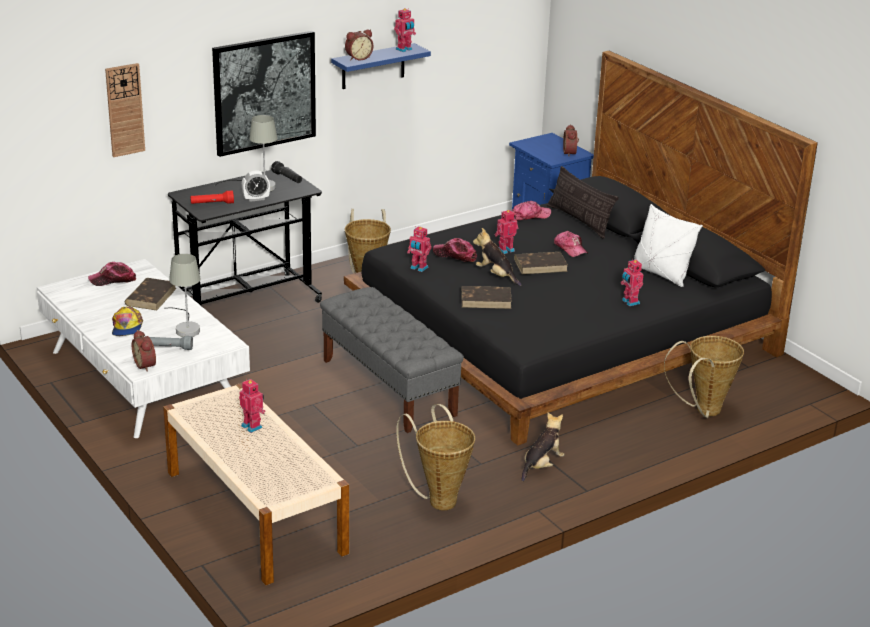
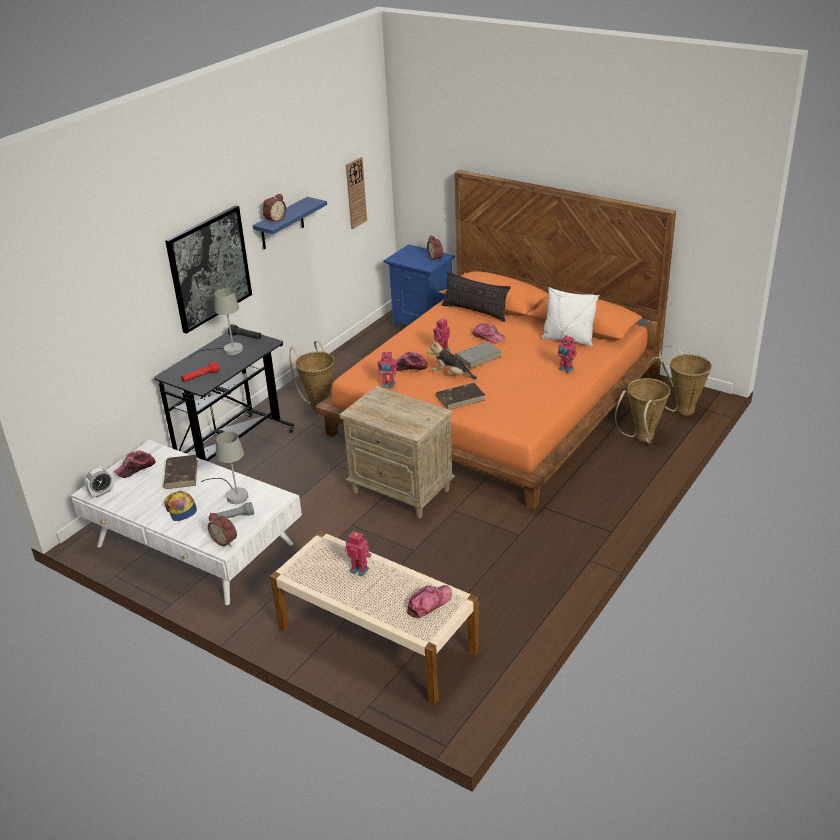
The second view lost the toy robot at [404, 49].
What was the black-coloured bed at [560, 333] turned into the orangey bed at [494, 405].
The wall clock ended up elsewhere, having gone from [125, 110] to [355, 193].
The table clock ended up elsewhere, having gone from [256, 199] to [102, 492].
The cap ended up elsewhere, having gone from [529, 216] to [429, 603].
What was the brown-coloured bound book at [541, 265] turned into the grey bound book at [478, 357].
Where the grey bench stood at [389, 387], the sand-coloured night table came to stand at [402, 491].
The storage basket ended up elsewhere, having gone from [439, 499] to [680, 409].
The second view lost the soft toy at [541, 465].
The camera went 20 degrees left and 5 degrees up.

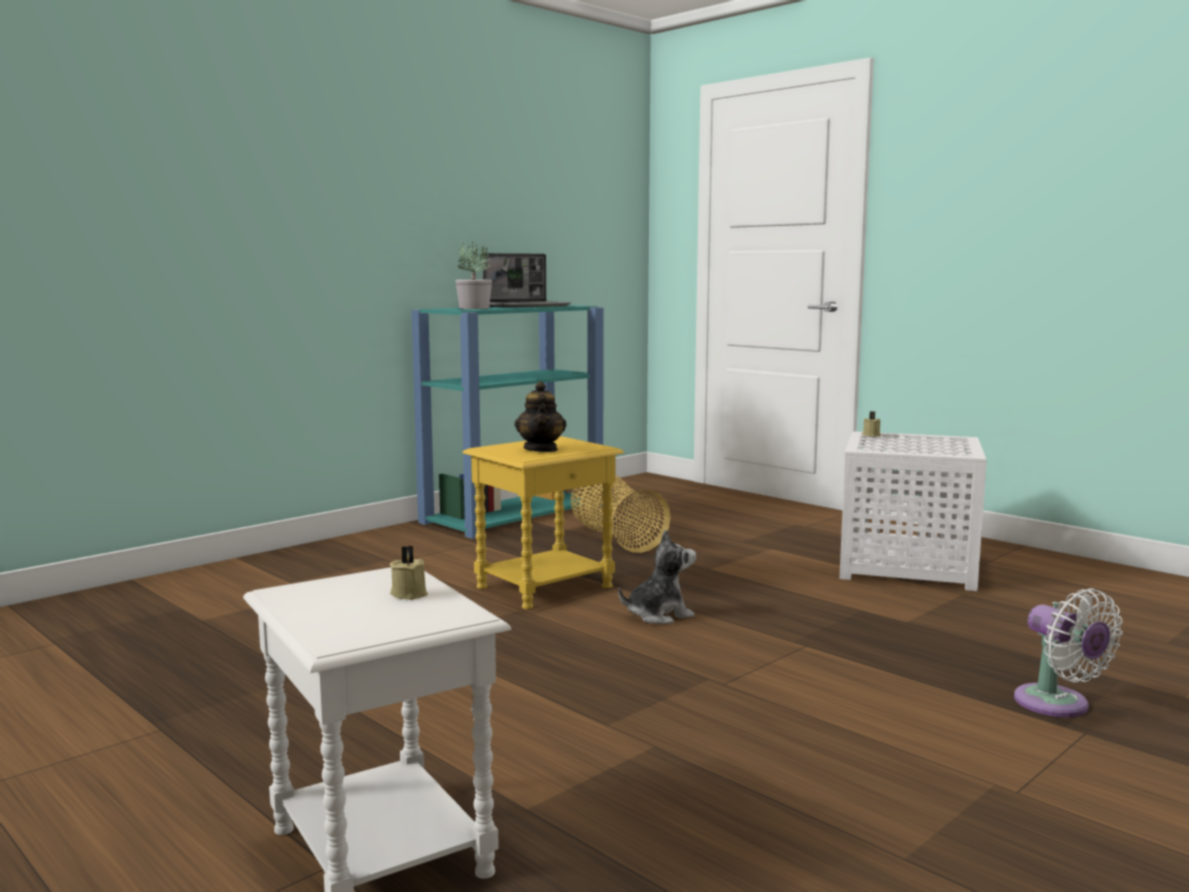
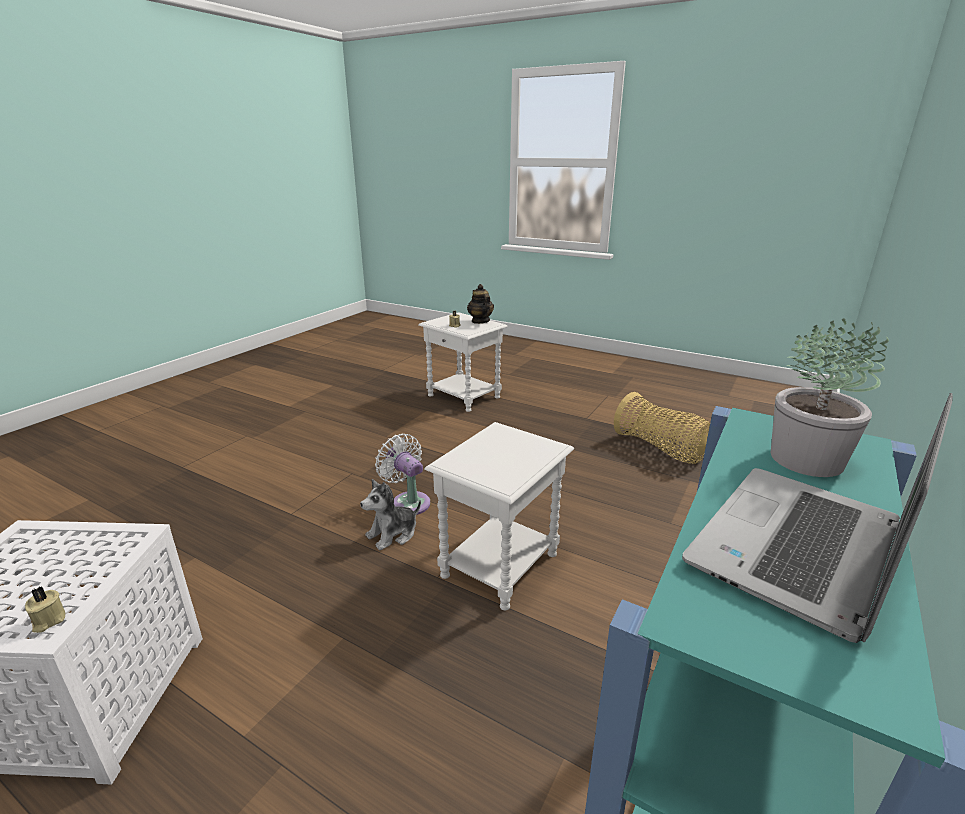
The tea pot ended up elsewhere, having gone from [541, 449] to [480, 321].
What was the yellow-coloured end table at [543, 586] turned into the whitish end table at [501, 565].
The storage basket ended up elsewhere, having gone from [615, 538] to [661, 449].
The whitish cooling fan ended up elsewhere, having gone from [1057, 705] to [408, 501].
The camera went 165 degrees right and 15 degrees up.

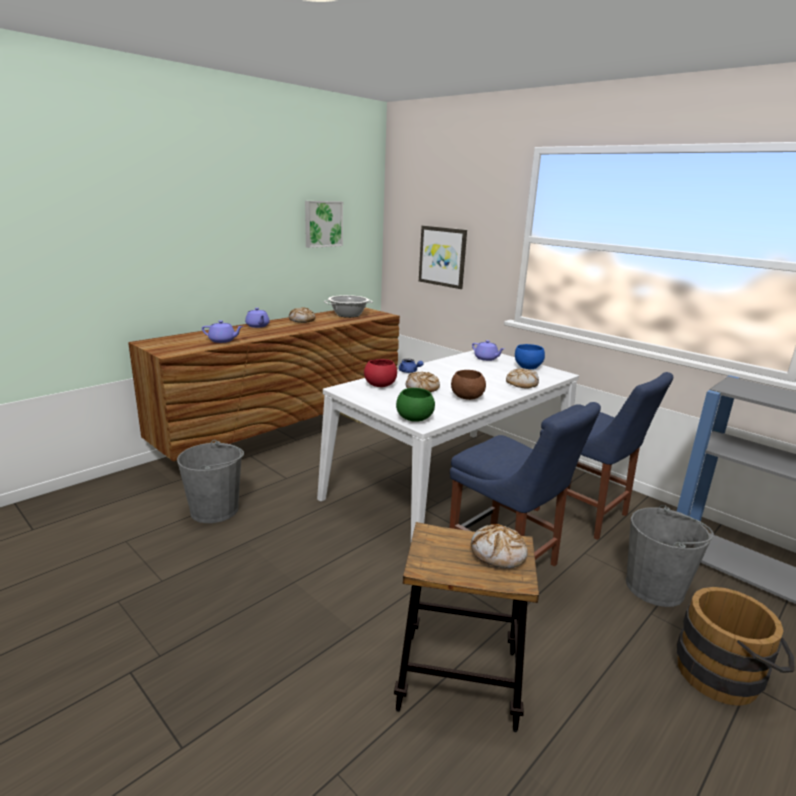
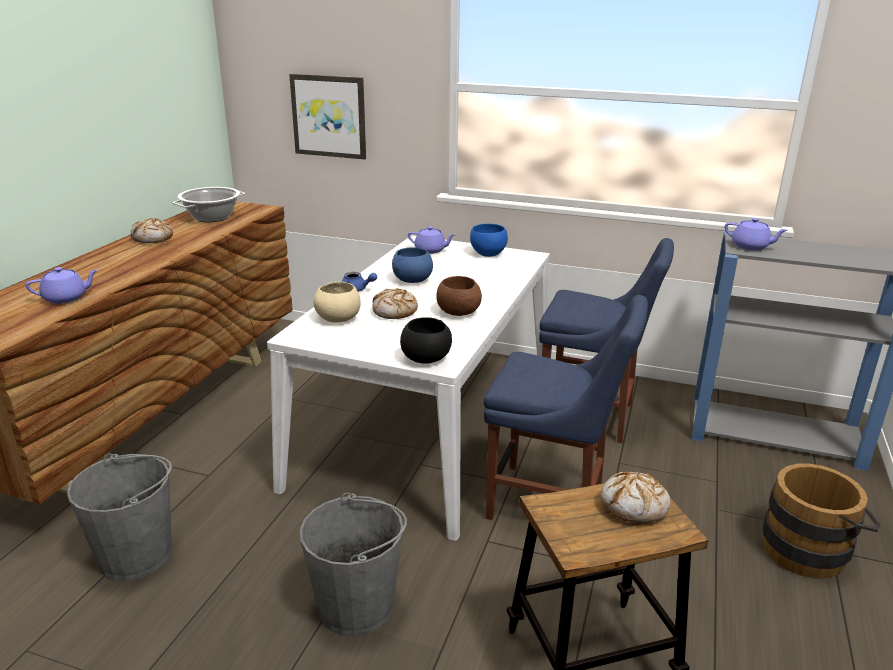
The second view lost the picture at [322, 224].
The purple-coloured tea pot ended up elsewhere, having gone from [257, 326] to [751, 246].
What was the red bowl at [380, 385] turned into the sand-coloured bowl at [338, 318].
The second view lost the bakery bread at [521, 384].
What was the green bowl at [414, 419] turned into the black-coloured bowl at [426, 359].
The grey bucket ended up elsewhere, having gone from [655, 588] to [357, 606].
The second view gained the blue-coloured bowl at [412, 280].
The camera went 25 degrees left and 5 degrees up.

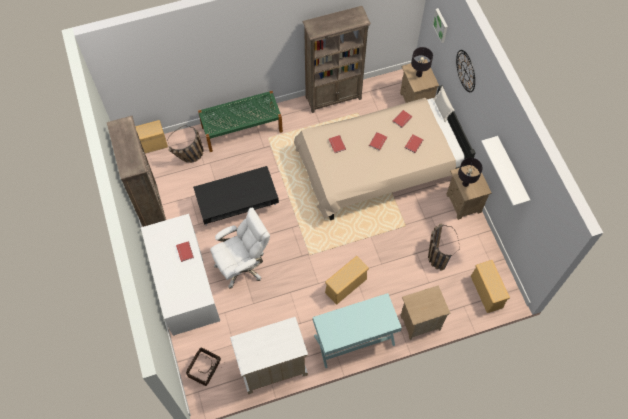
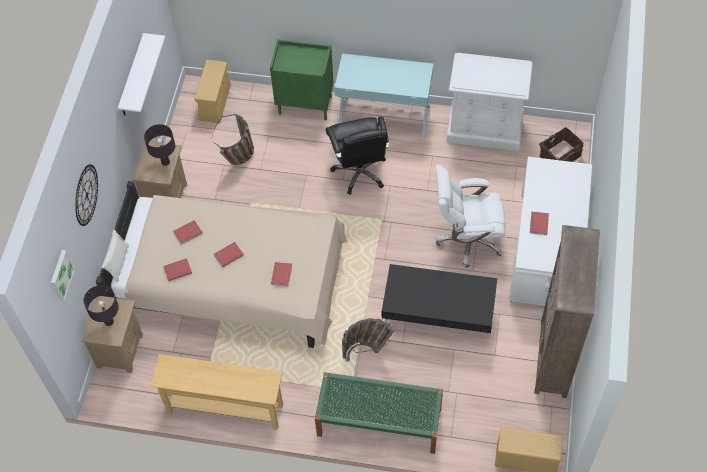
Where the brown-coloured shelving unit stood at [333, 98], the sand-coloured console table came to stand at [225, 409].
The storage basket ended up elsewhere, having gone from [189, 158] to [367, 350].
Where the sand-coloured storage container stood at [346, 285], the black-coloured desk chair came to stand at [359, 171].
Where the sand-coloured night table stood at [419, 322], the green storage cabinet came to stand at [305, 105].
The camera went 150 degrees left and 5 degrees down.

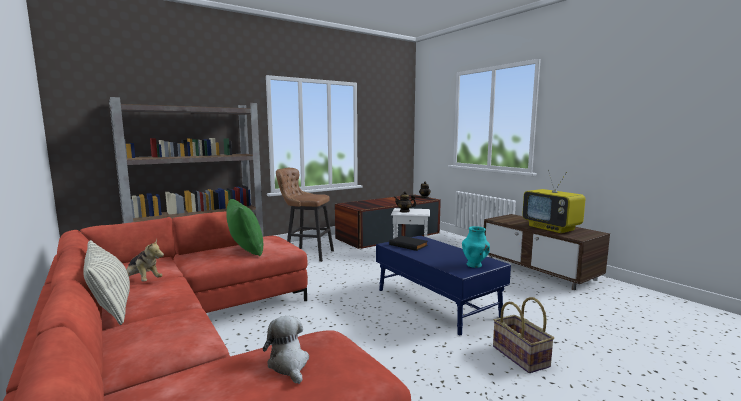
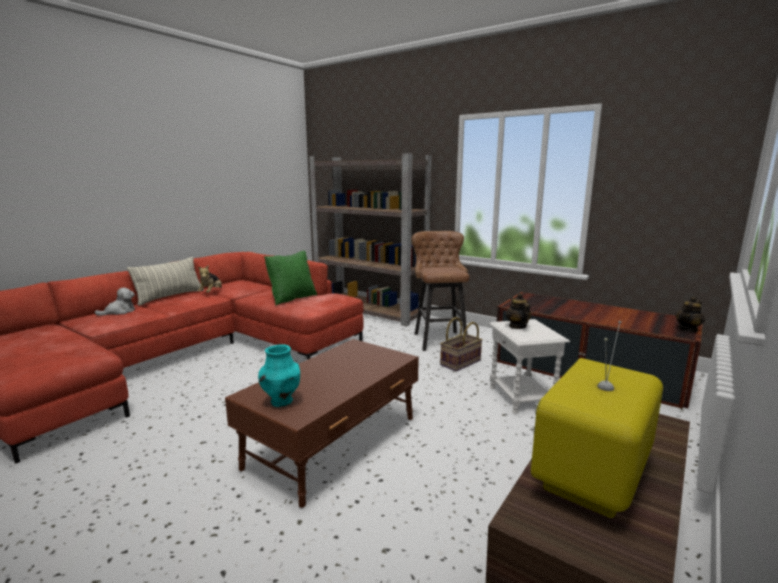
What was the blue-coloured coffee table at [435, 303] turned into the brown-coloured coffee table at [334, 442].
The second view lost the black-coloured bound book at [409, 245].
The storage basket ended up elsewhere, having gone from [521, 356] to [461, 363].
The soft toy ended up elsewhere, having gone from [289, 364] to [119, 312].
The camera went 70 degrees right and 5 degrees up.

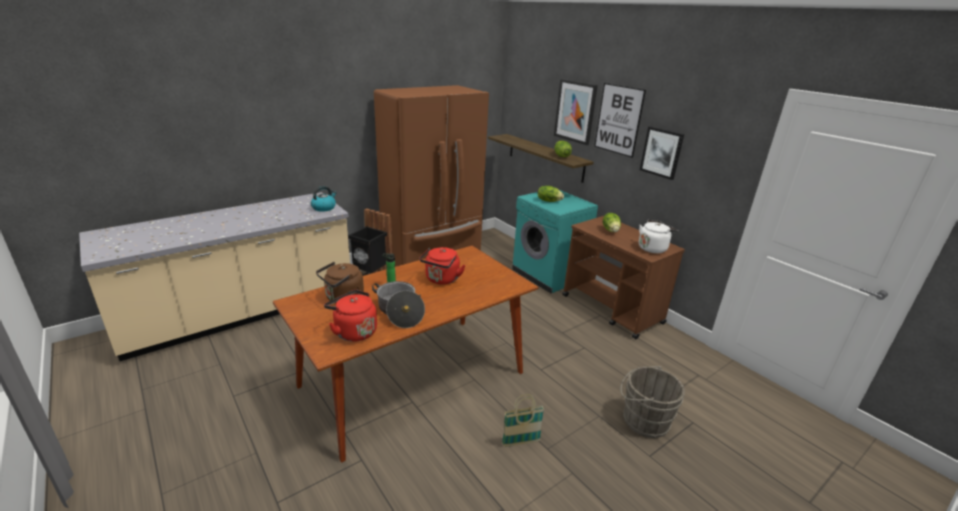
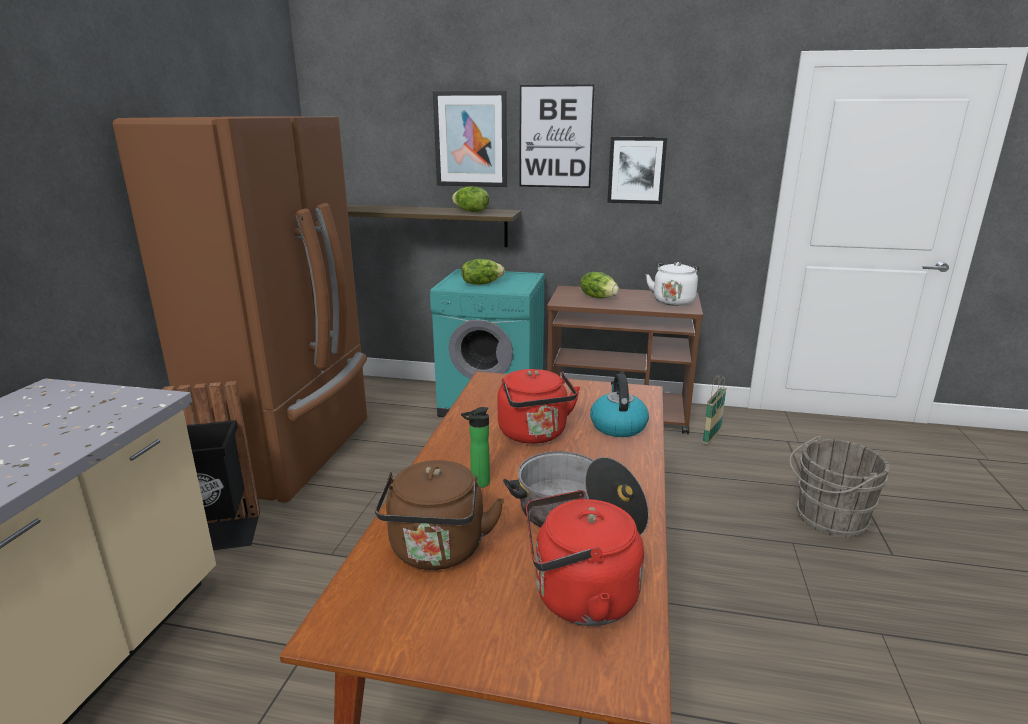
The tea kettle ended up elsewhere, having gone from [324, 208] to [617, 426].
The storage basket ended up elsewhere, having gone from [521, 442] to [711, 437].
The camera went 40 degrees left and 5 degrees down.

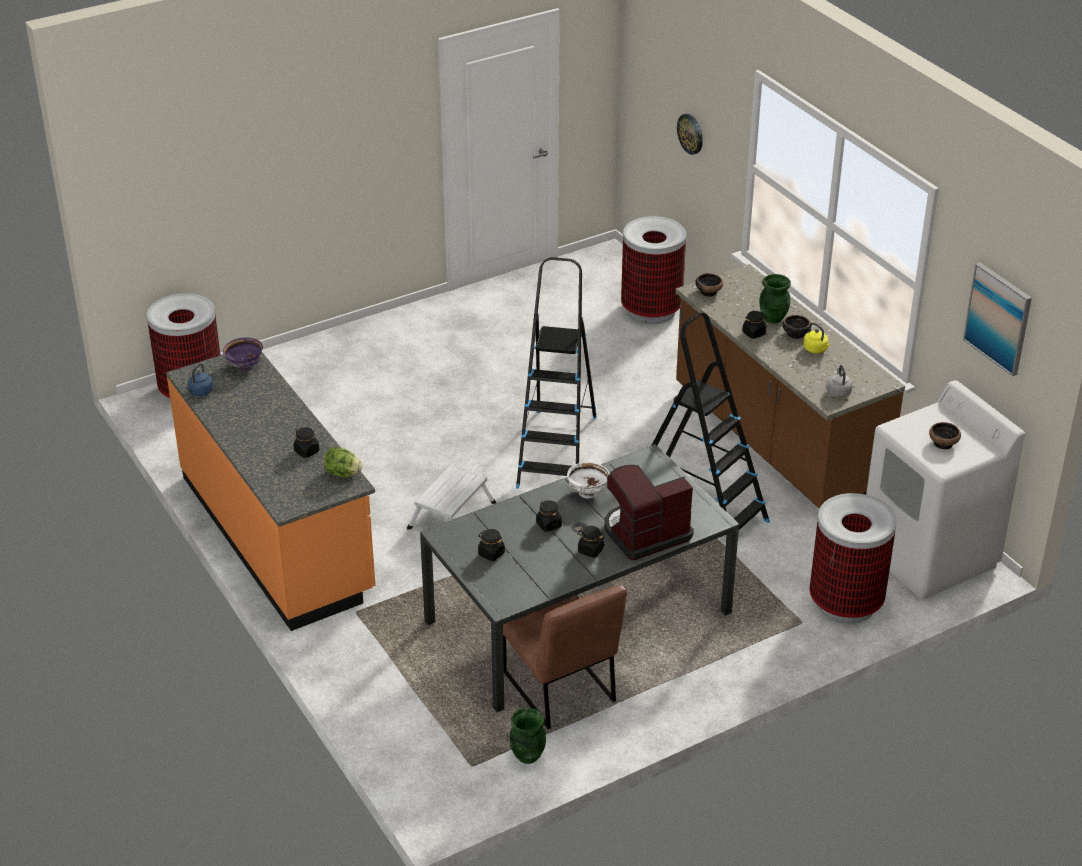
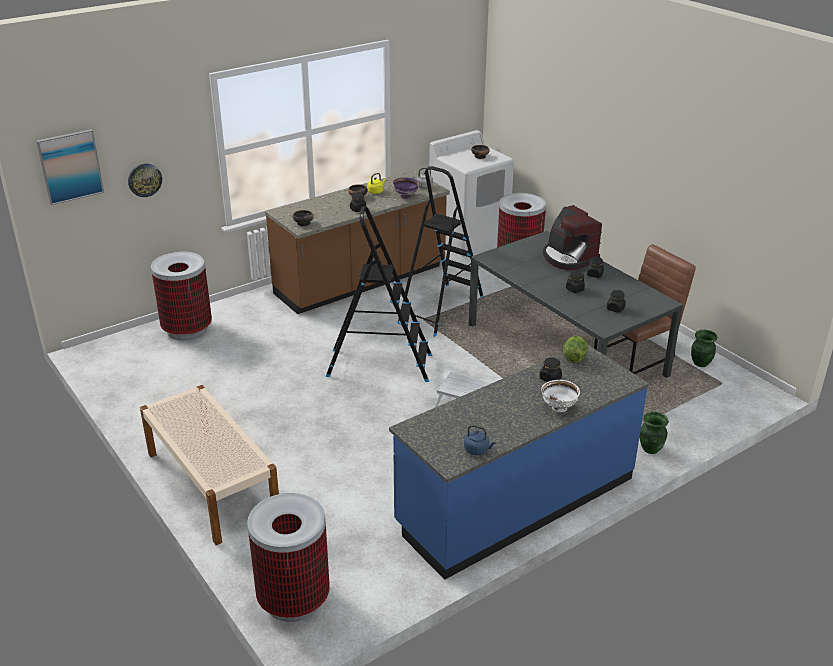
The picture ended up elsewhere, having gone from [998, 318] to [70, 166].
The green flower vase ended up elsewhere, having gone from [773, 318] to [650, 449].
The purple-coloured bowl ended up elsewhere, having gone from [245, 367] to [406, 196].
What was the orangey kitchen counter at [278, 535] turned into the blue-coloured kitchen counter at [515, 501].
The whitish bowl ended up elsewhere, having gone from [587, 492] to [558, 408].
The second view gained the sand-coloured bench at [211, 484].
The camera went 95 degrees left and 5 degrees down.

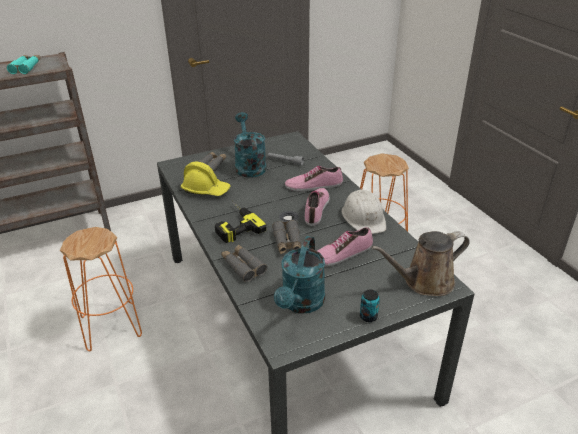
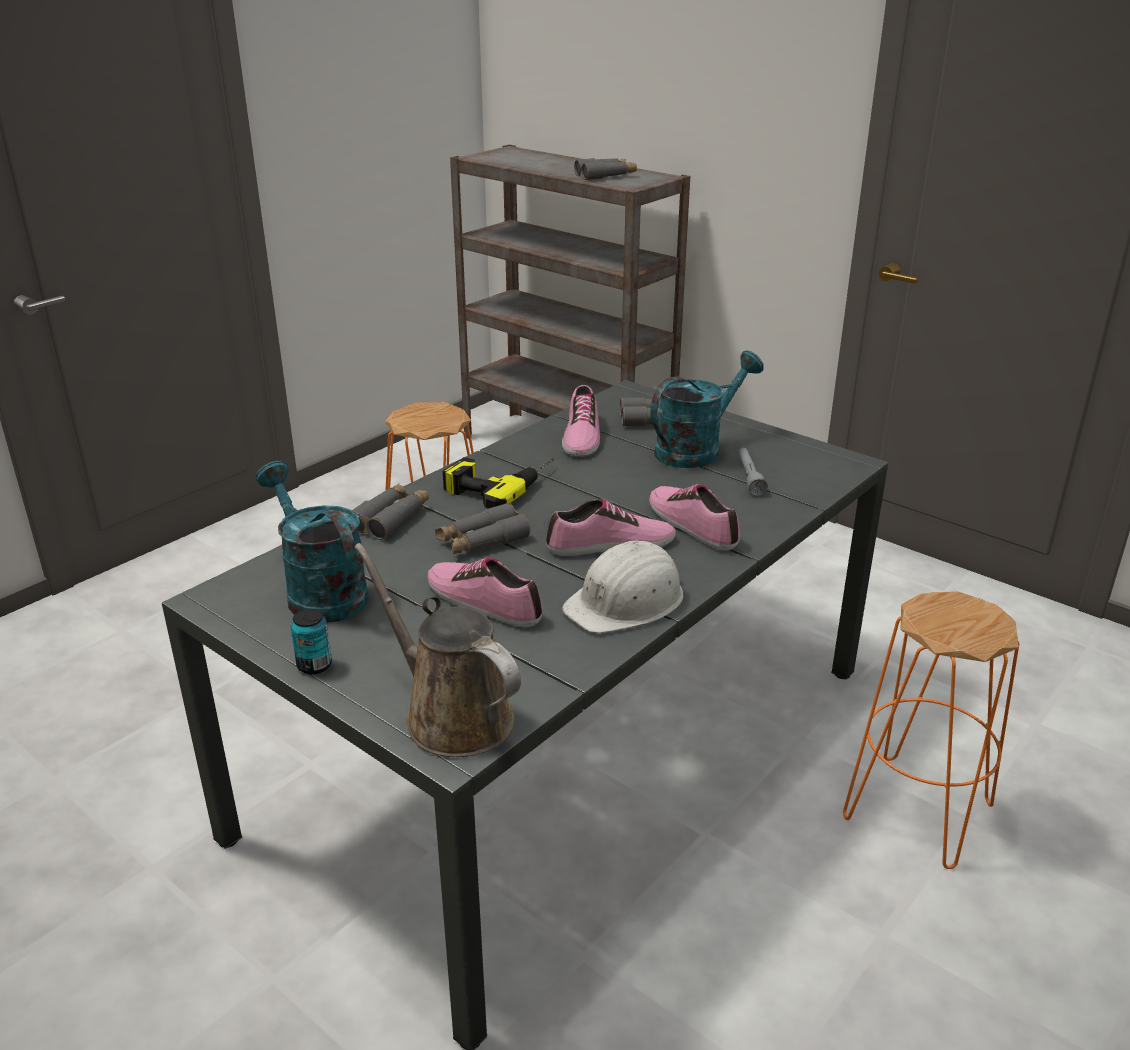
What was the blue-green field glasses at [26, 68] turned into the grey field glasses at [605, 176].
Where the yellow-coloured hard hat stood at [206, 190], the item of footwear came to stand at [580, 435].
The blue-green sprinkling can at [301, 304] ended up facing another way, 60 degrees clockwise from before.
The camera went 65 degrees right and 5 degrees down.

